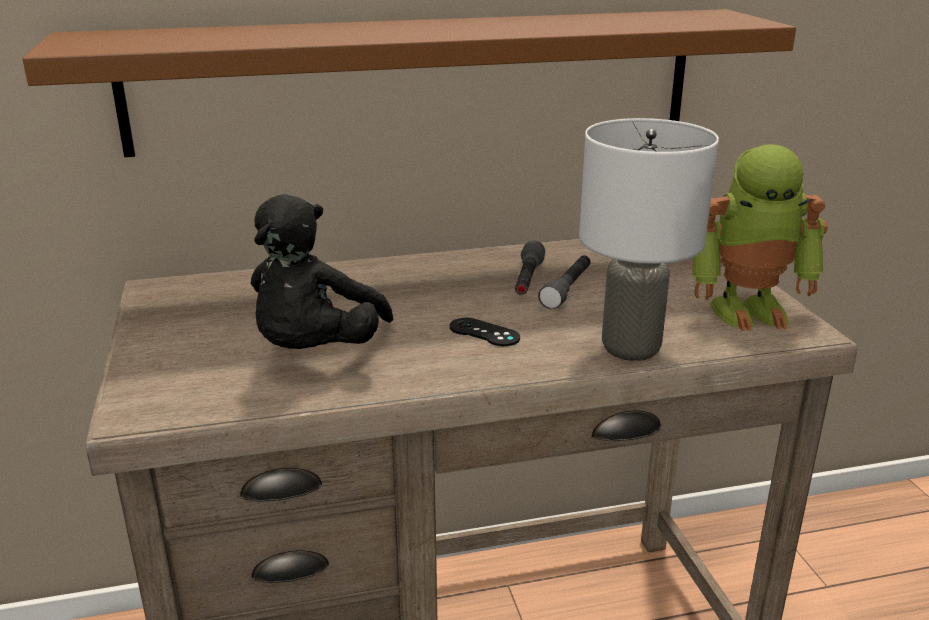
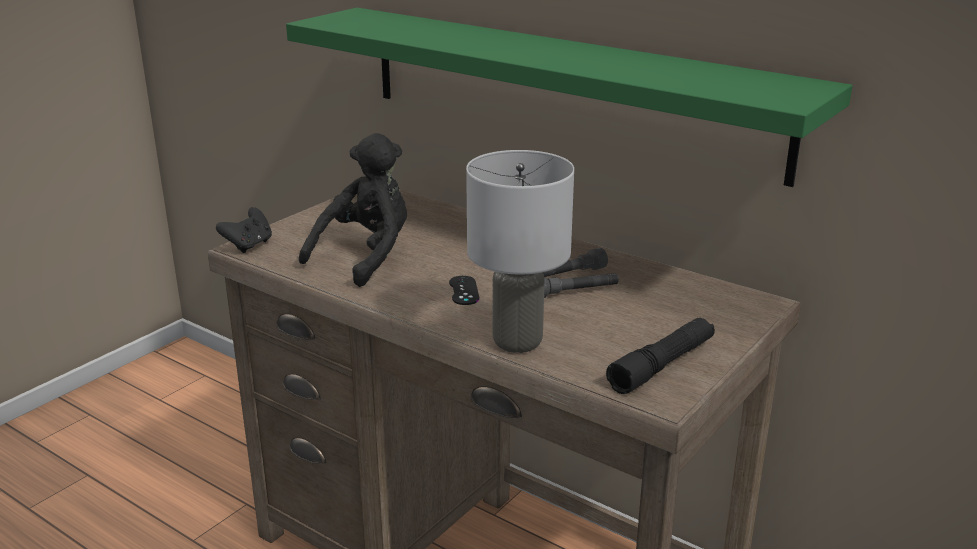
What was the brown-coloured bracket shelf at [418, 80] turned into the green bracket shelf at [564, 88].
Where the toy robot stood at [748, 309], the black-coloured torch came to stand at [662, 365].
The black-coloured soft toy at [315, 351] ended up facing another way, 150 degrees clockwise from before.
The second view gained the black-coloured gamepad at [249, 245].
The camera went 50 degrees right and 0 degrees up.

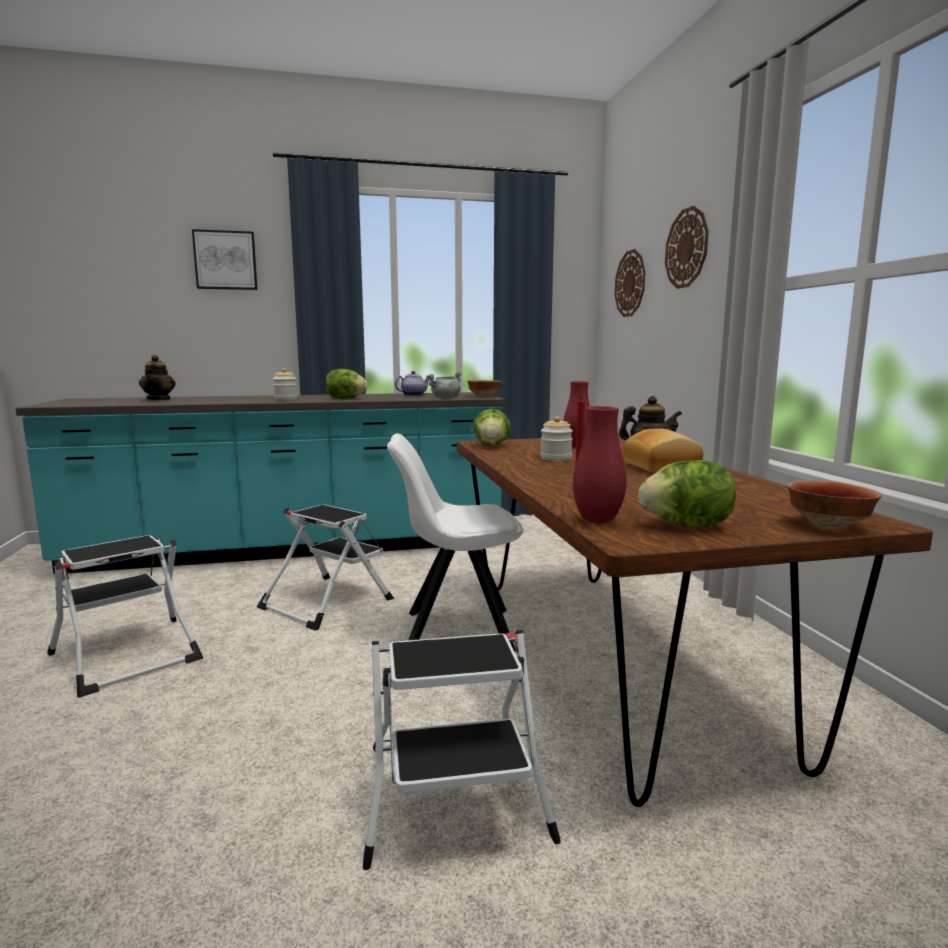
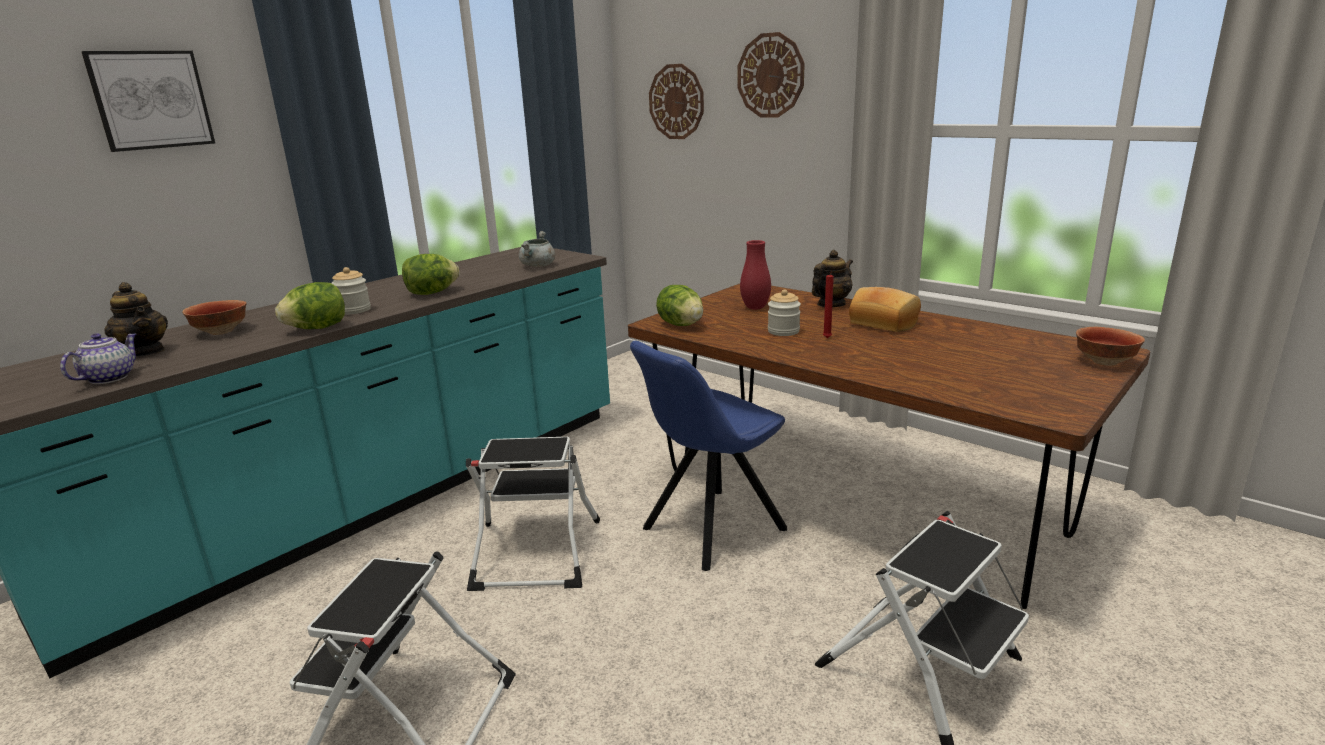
The tea pot ended up elsewhere, having gone from [413, 395] to [110, 378].
The bowl ended up elsewhere, having gone from [484, 397] to [220, 331].
The second view lost the red flower vase at [597, 521].
What was the whitish chair at [457, 631] turned into the blue-coloured chair at [712, 528].
The head of lettuce ended up elsewhere, having gone from [686, 525] to [317, 328].
The camera went 35 degrees left and 10 degrees up.

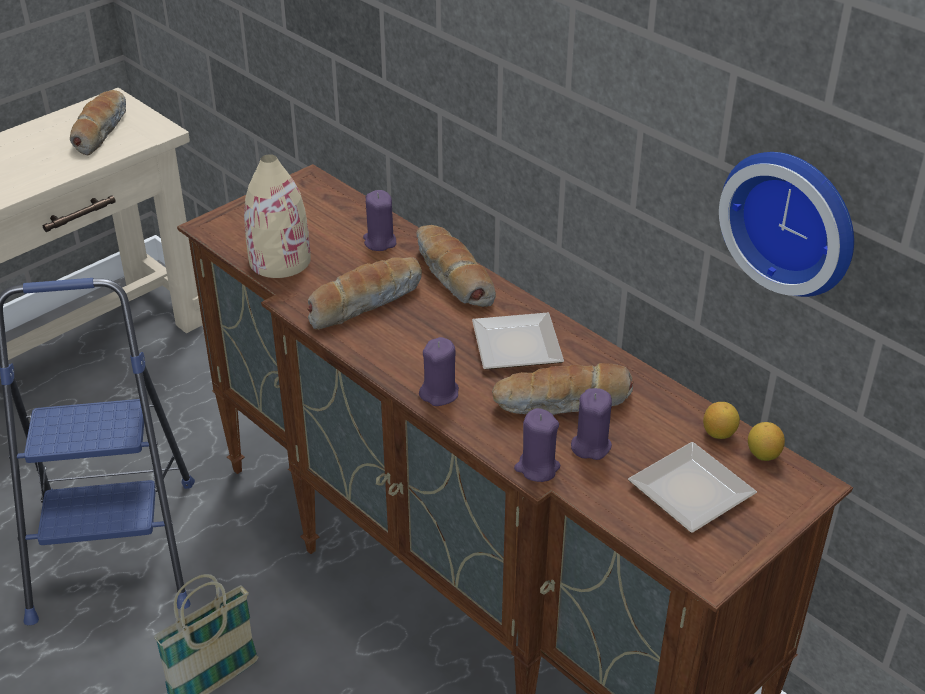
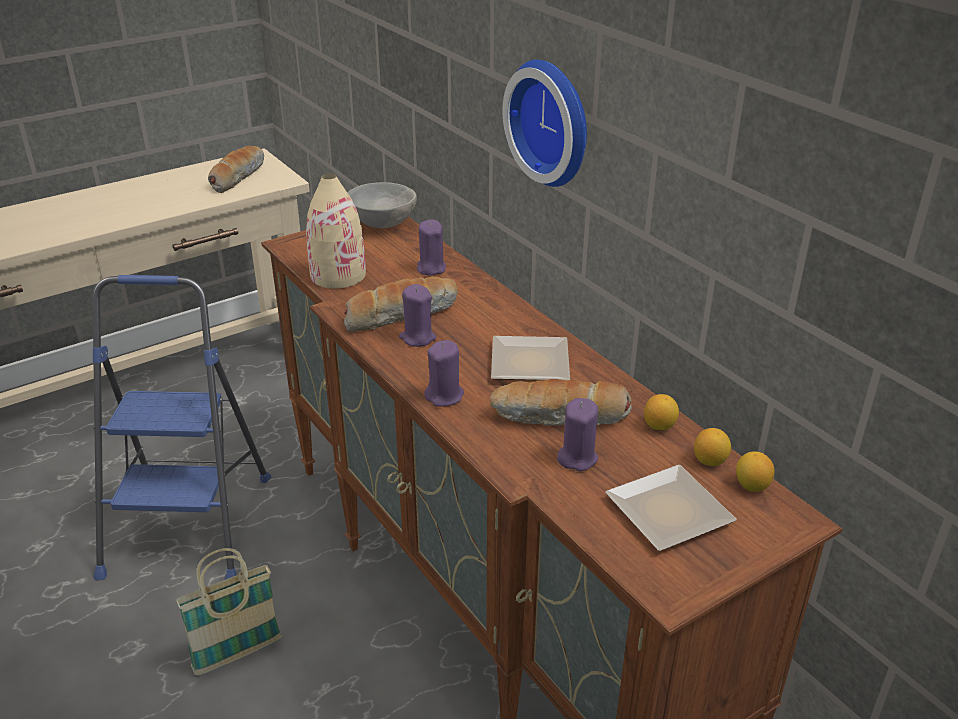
The wall clock ended up elsewhere, having gone from [793, 219] to [554, 122].
The second view lost the bakery bread at [452, 276].
The purple-coloured wax candle ended up elsewhere, having gone from [537, 467] to [417, 338].
The second view gained the grey bowl at [382, 223].
The second view gained the lemon at [659, 426].
The camera went 10 degrees right and 5 degrees down.

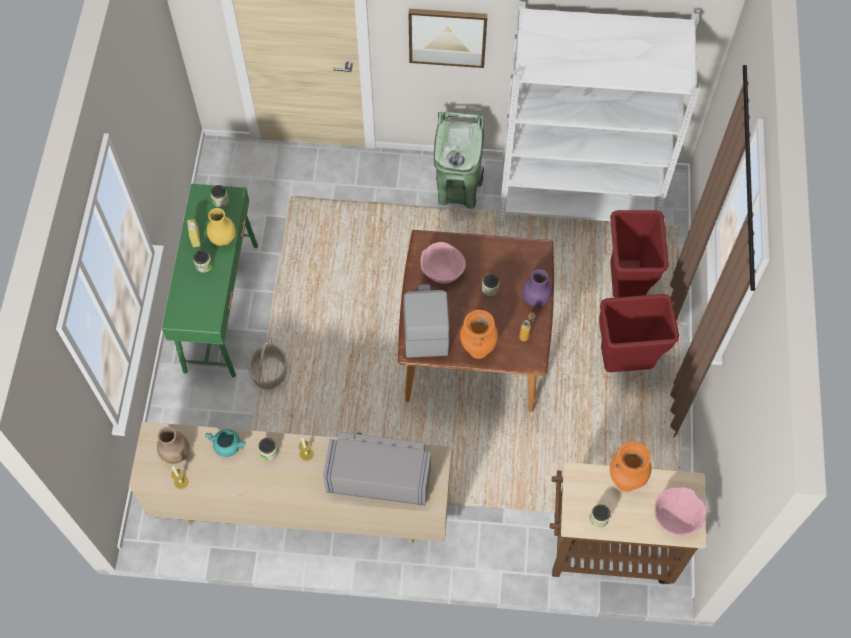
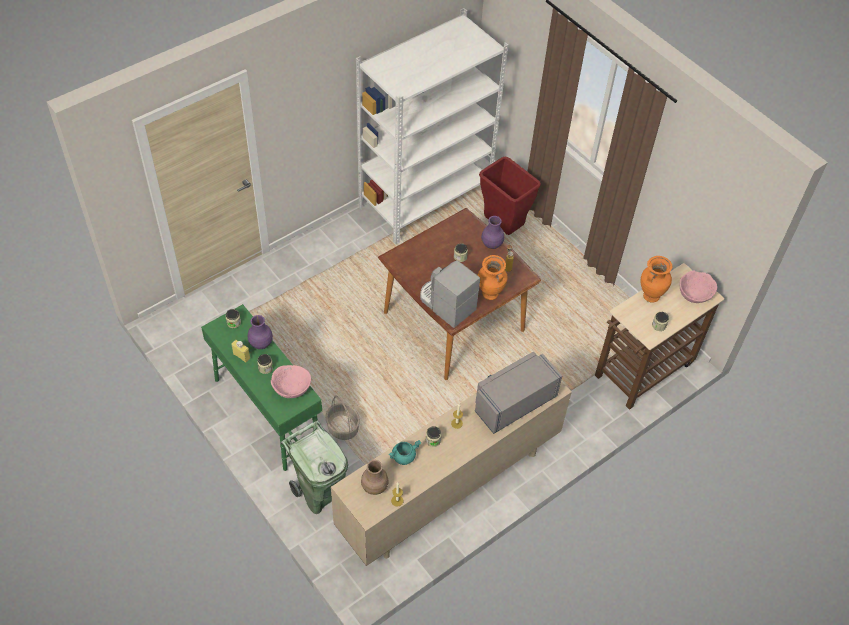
The second view lost the picture at [447, 36].
The green trash can ended up elsewhere, having gone from [457, 191] to [320, 493].
What was the yellow-coloured flower vase at [223, 239] turned into the purple-coloured flower vase at [261, 344].
The pink-coloured bowl ended up elsewhere, having gone from [442, 270] to [292, 388].
The second view lost the red trash can at [624, 364].
The camera went 45 degrees left and 10 degrees down.

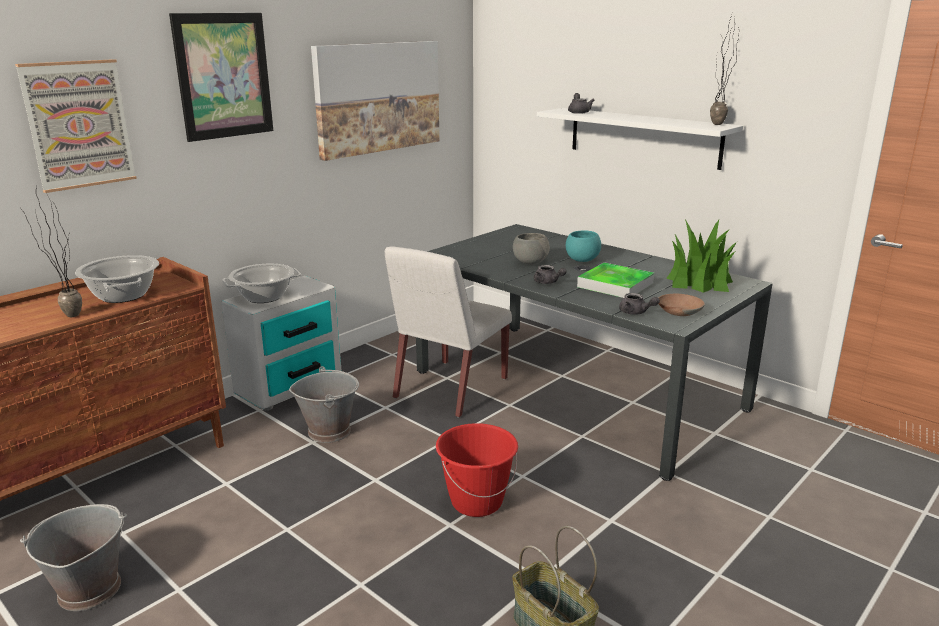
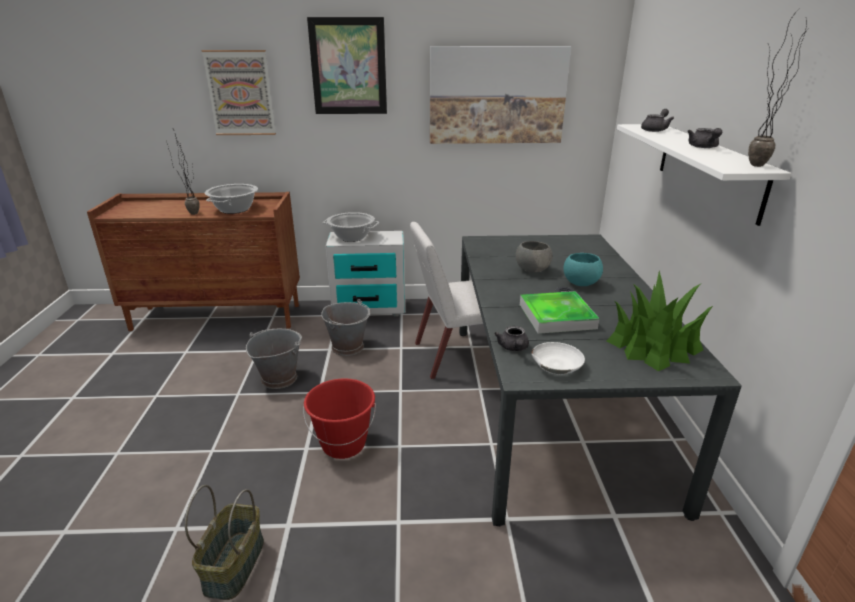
The grey tea pot ended up elsewhere, having gone from [548, 282] to [703, 147].
What was the brown-coloured bowl at [678, 311] turned into the whitish bowl at [556, 365].
The grey bucket ended up elsewhere, having gone from [88, 590] to [279, 378].
The camera went 45 degrees right and 5 degrees up.

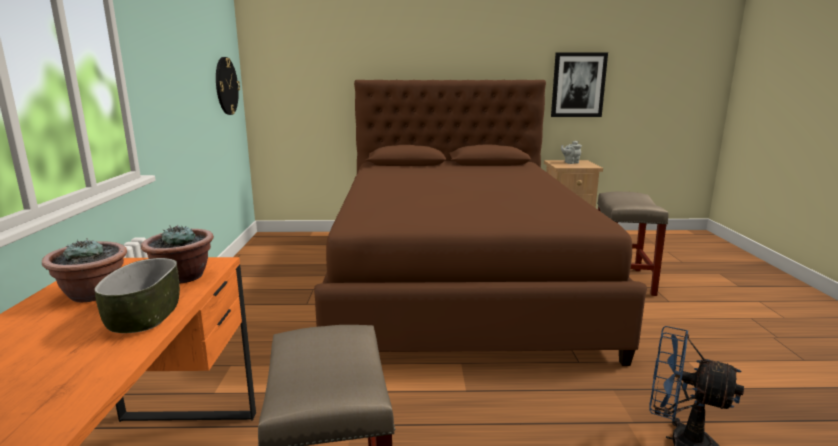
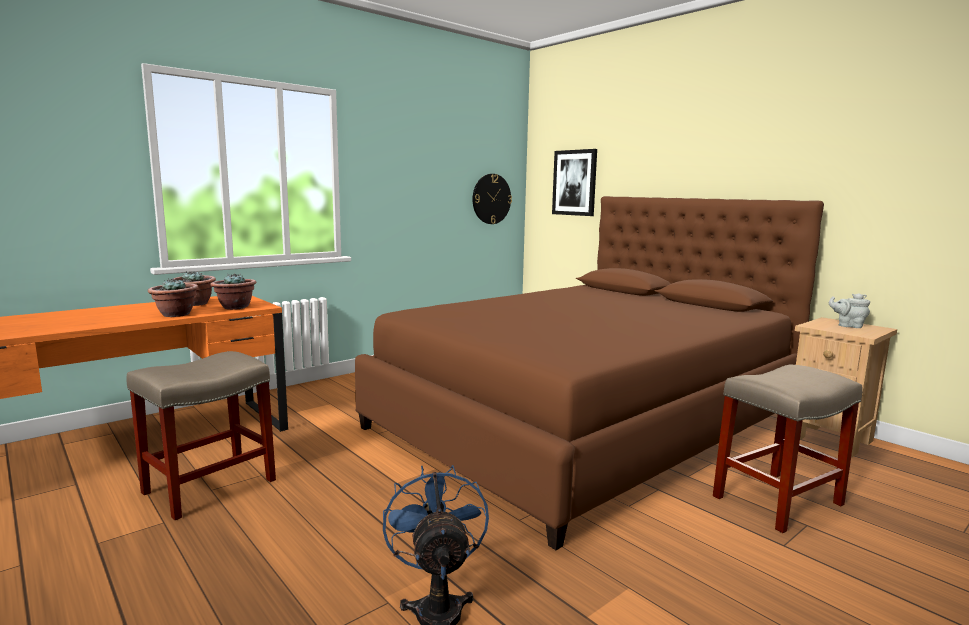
The picture ended up elsewhere, having gone from [578, 85] to [574, 182].
Where the bowl stood at [145, 316], the potted plant came to stand at [175, 314].
The camera went 50 degrees right and 5 degrees down.

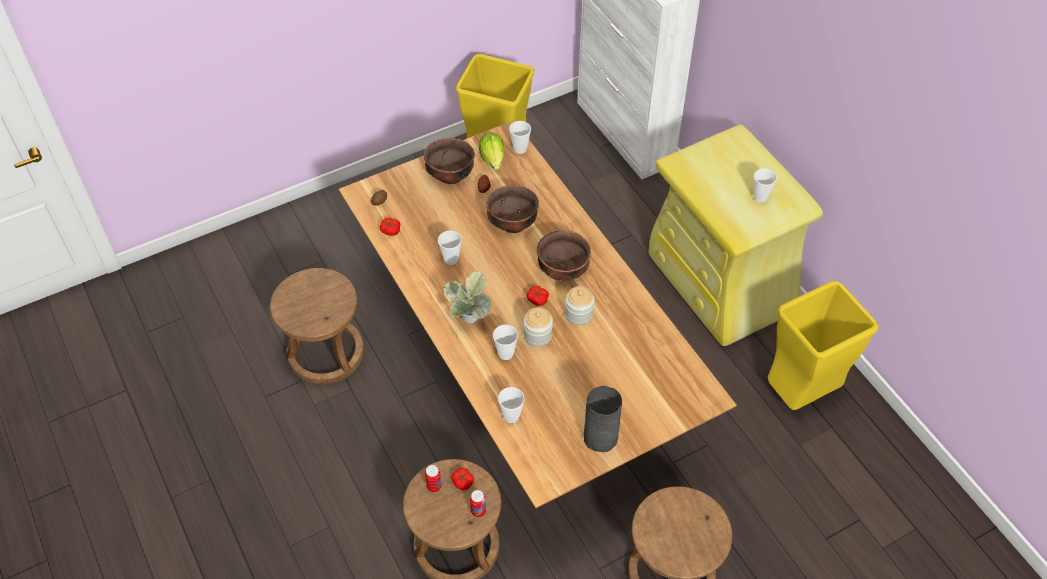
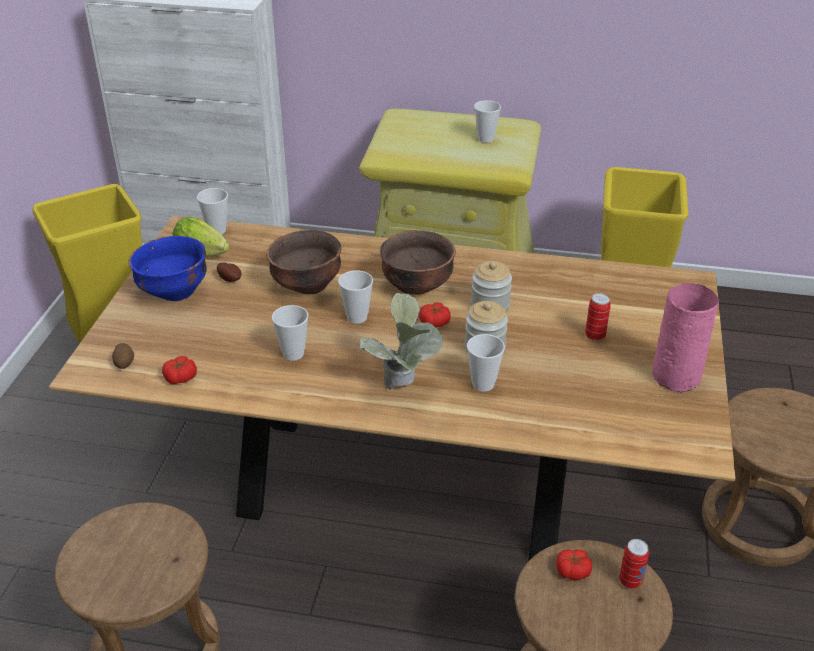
What was the brown-coloured bowl at [450, 175] turned into the blue-coloured bowl at [174, 292].
What was the grey flower vase at [601, 437] turned into the pink-coloured flower vase at [677, 375].
The cup ended up elsewhere, having gone from [511, 416] to [357, 317].
The sealed can ended up elsewhere, having gone from [434, 486] to [595, 336].
The camera went 50 degrees left and 15 degrees down.

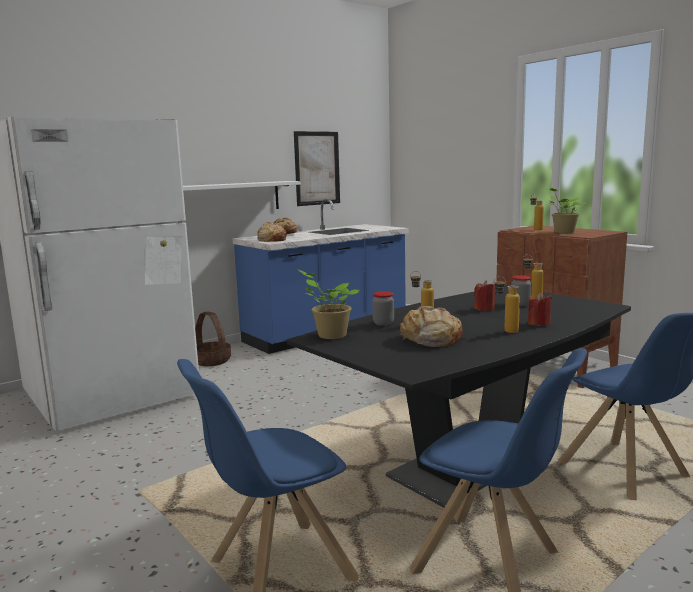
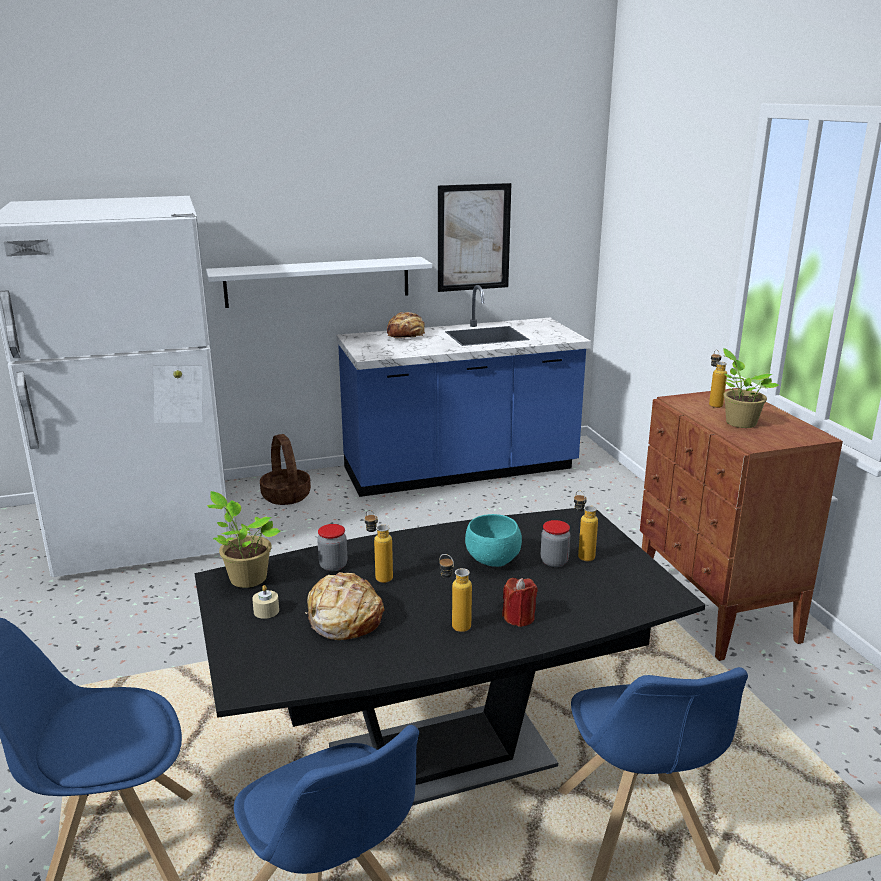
The second view lost the bakery bread at [271, 240].
Where the red wax candle stood at [484, 309], the blue-green bowl came to stand at [494, 561].
The second view gained the sand-coloured wax candle at [266, 611].
The camera went 20 degrees right and 10 degrees up.

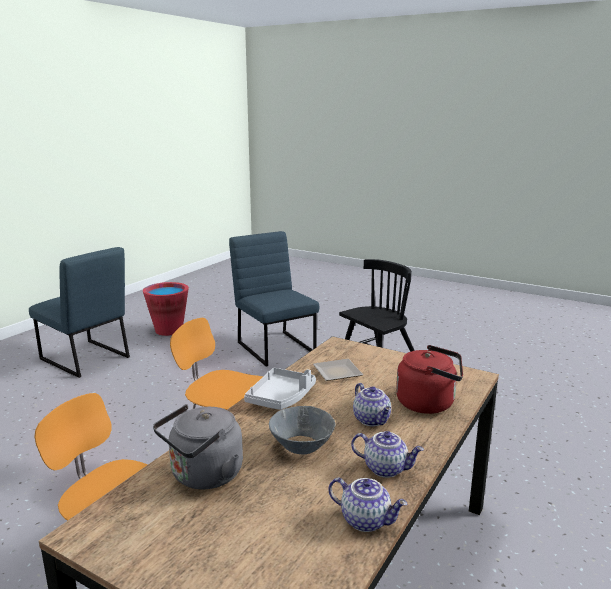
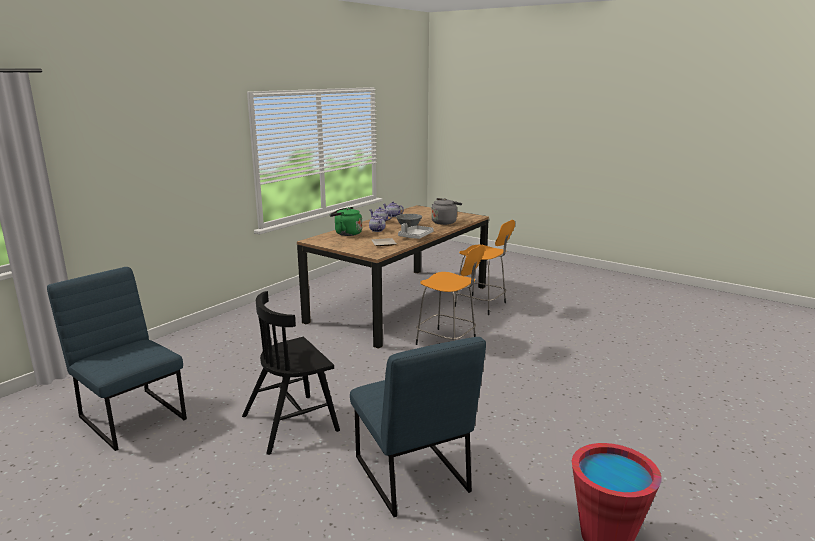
The blue-coloured chair ended up elsewhere, having gone from [86, 359] to [132, 416].
What was the red tea kettle at [429, 403] turned into the green tea kettle at [346, 233].
The camera went 175 degrees left and 0 degrees up.

